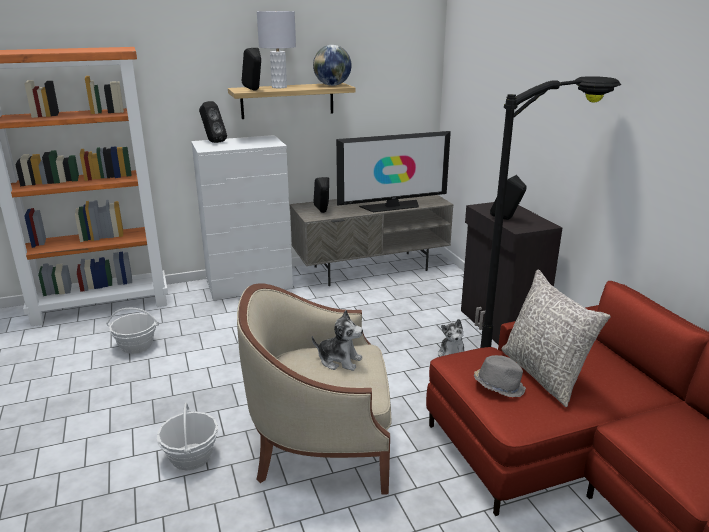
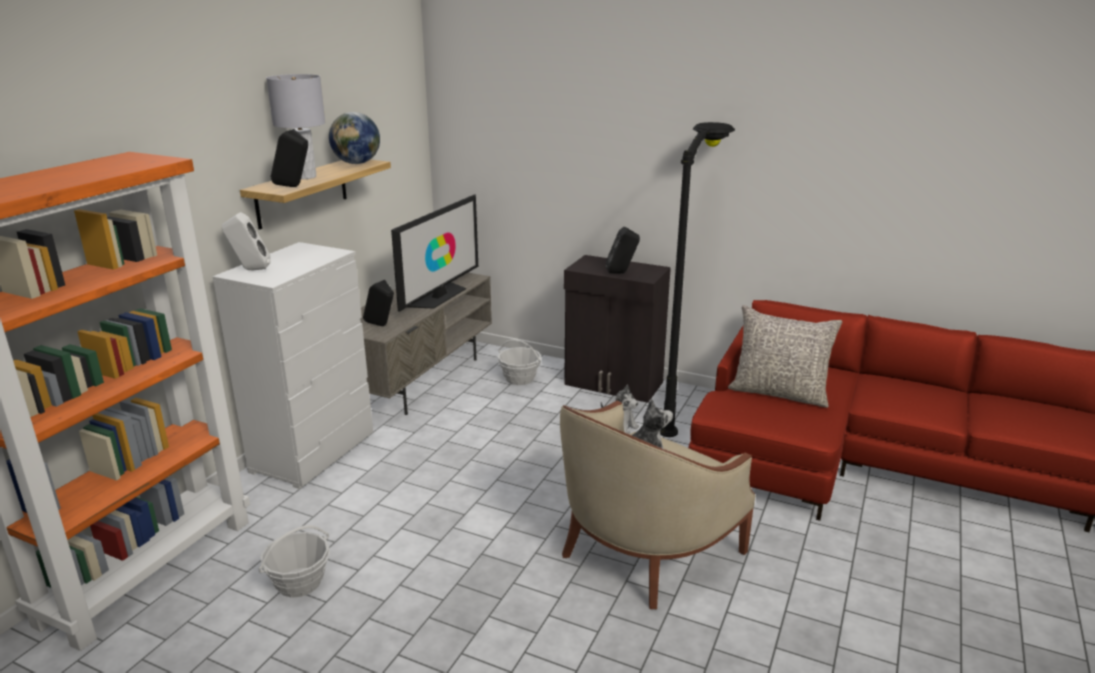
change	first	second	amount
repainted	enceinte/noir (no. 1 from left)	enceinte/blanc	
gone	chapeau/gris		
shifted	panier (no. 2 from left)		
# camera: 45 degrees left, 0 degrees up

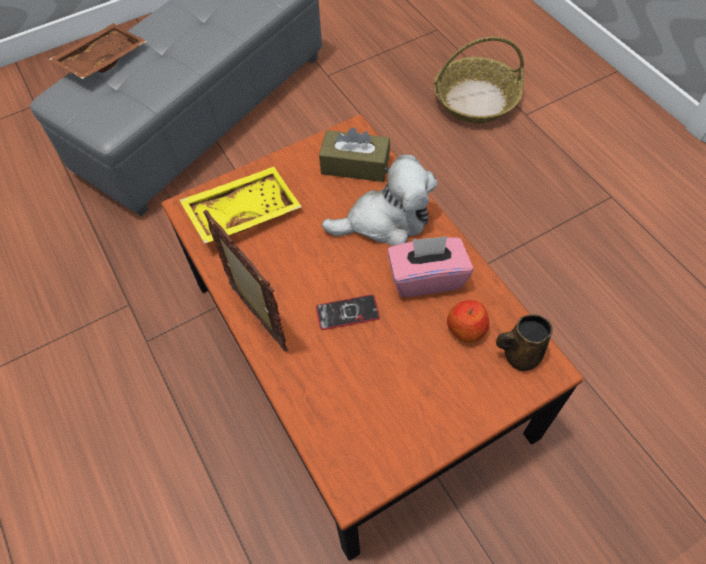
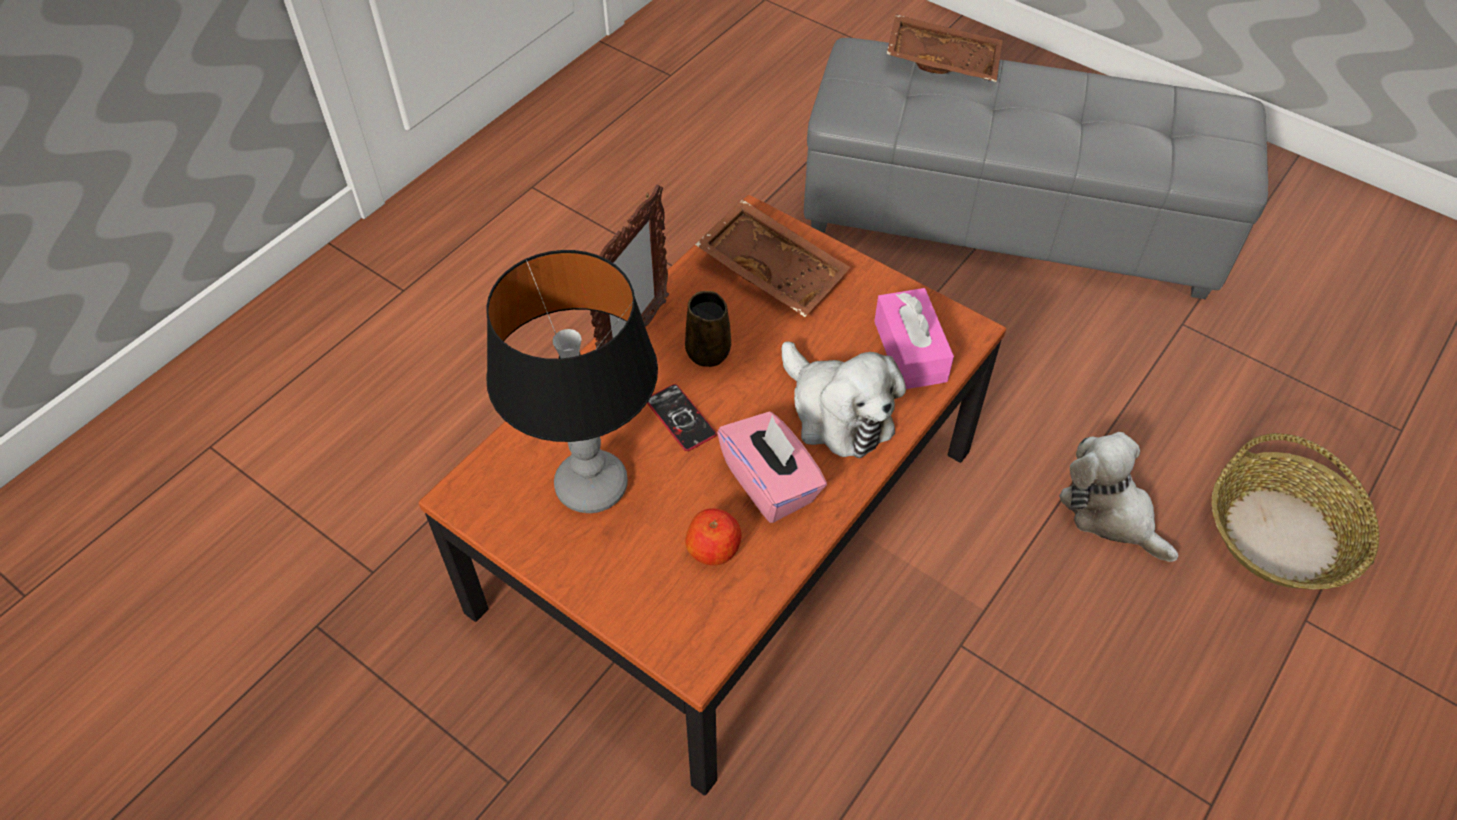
change	first	second	amount
repainted	boîte à mouchoirs/marron	boîte à mouchoirs/rose (no. 2 from left)	
repainted	plateau/jaune	plateau/marron (no. 1 from left)	
shifted	mug/marron		
new		lampe de table	
new		peluche (no. 2 from left)	
# camera: 65 degrees right, 5 degrees down

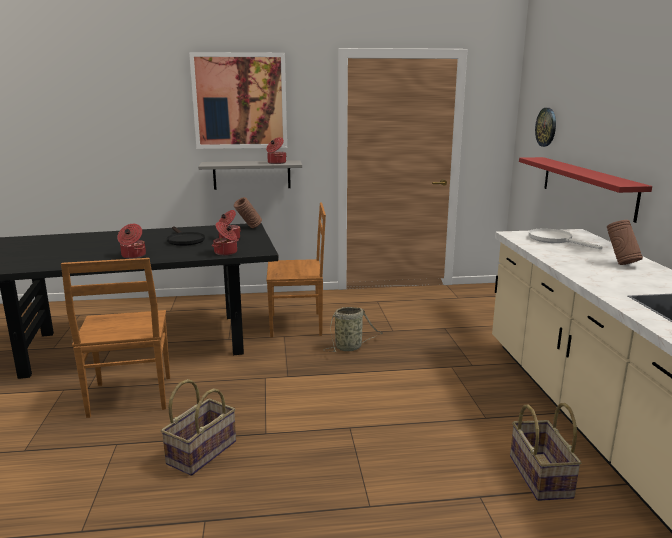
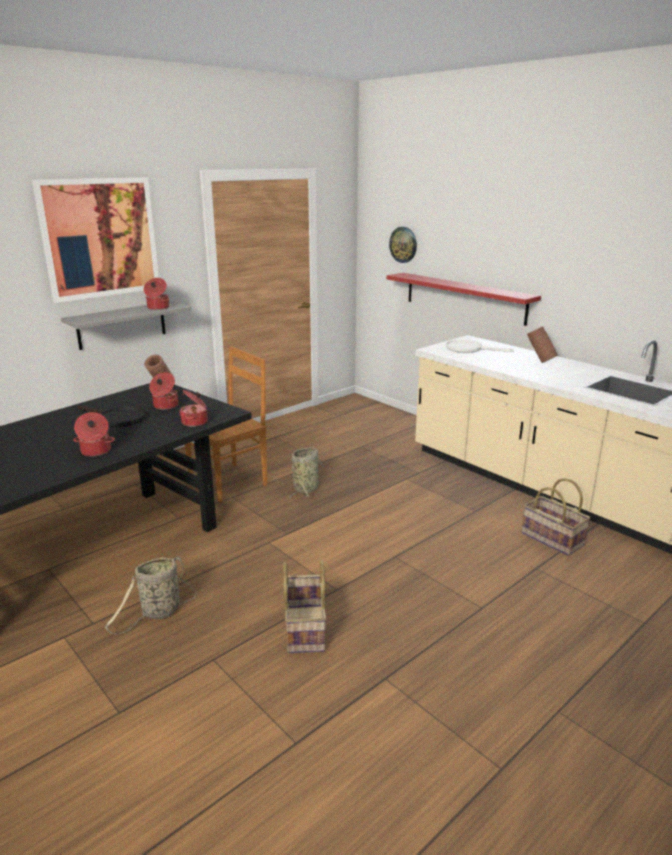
change	first	second	amount
swapped	chaise/marron (no. 1 from left)	panier (no. 1 from left)	
# camera: 35 degrees left, 5 degrees up

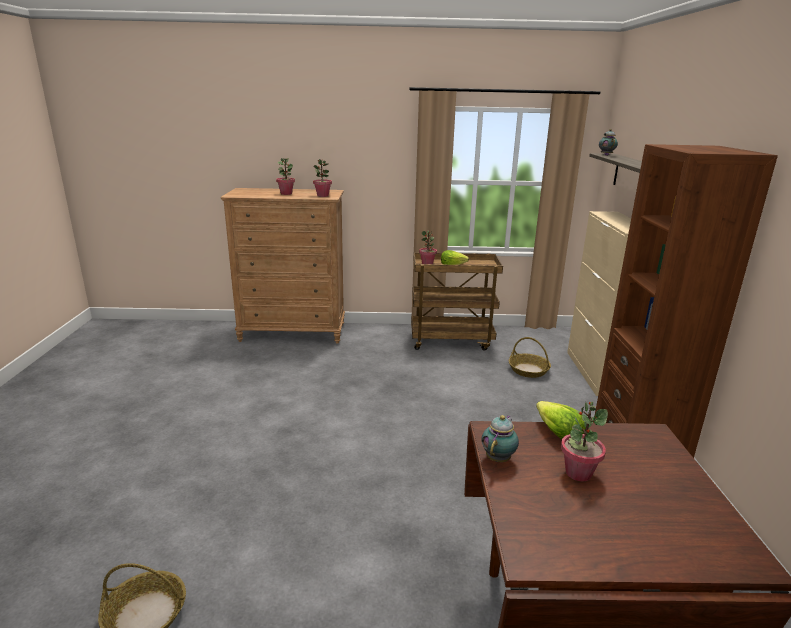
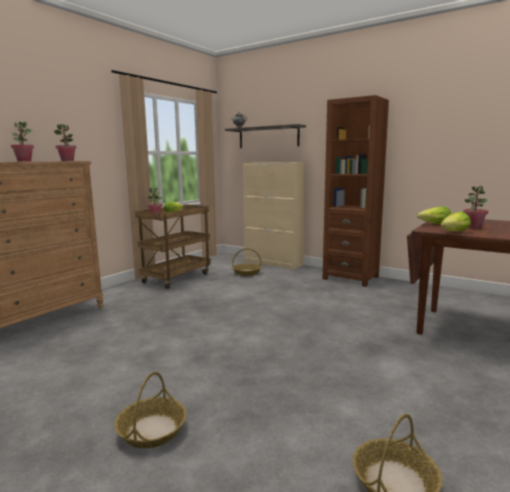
change	first	second	amount
swapped	théière (no. 1 from left)	laitue (no. 3 from left)	
new		panier (no. 1 from left)	
# camera: 55 degrees left, 10 degrees down

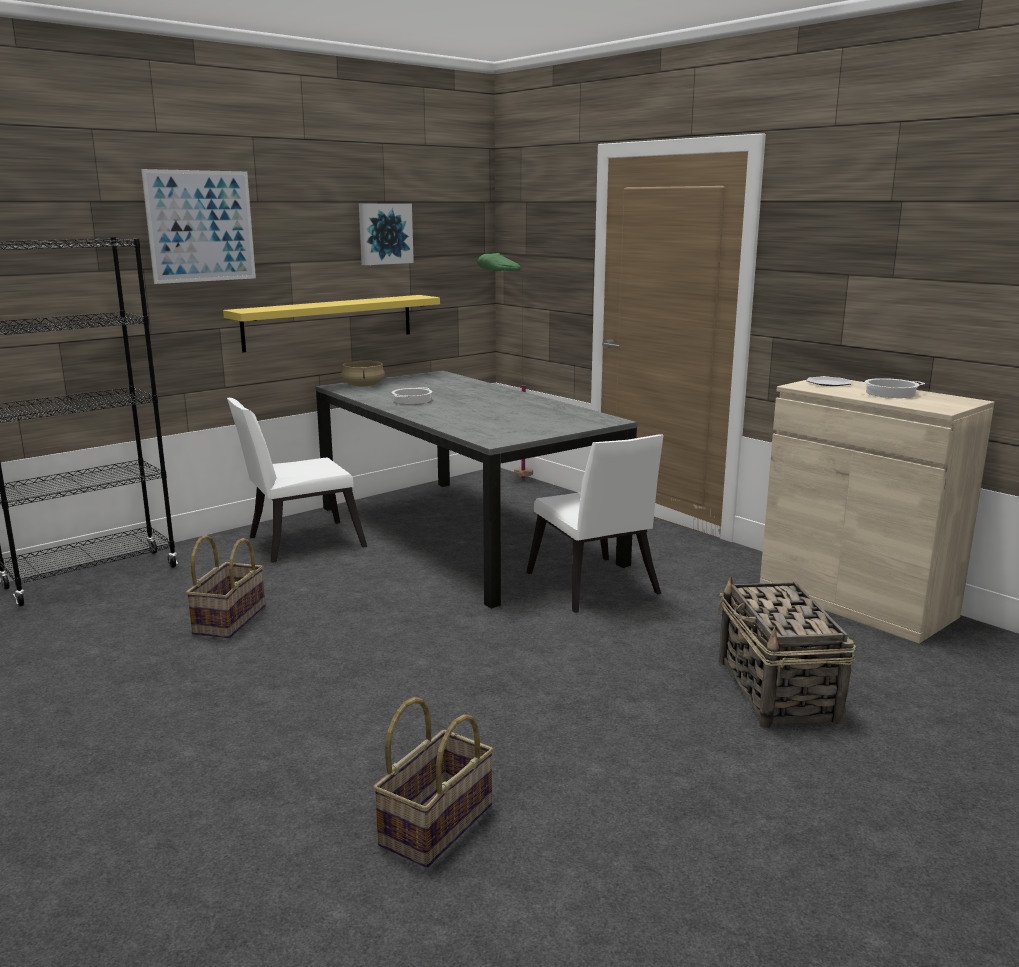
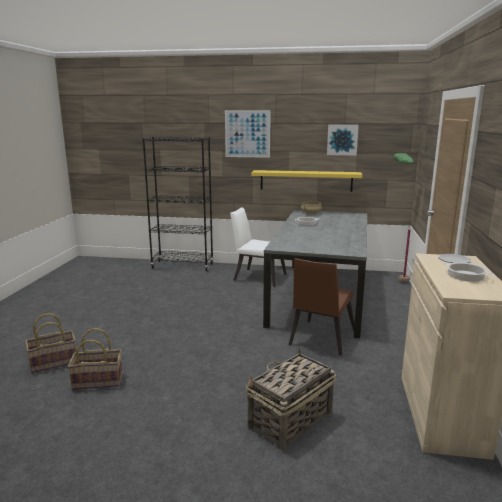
change	first	second	amount
repainted	chaise/blanc (no. 2 from left)	chaise/marron	
shifted	panier (no. 1 from left)		
# camera: 50 degrees right, 0 degrees up

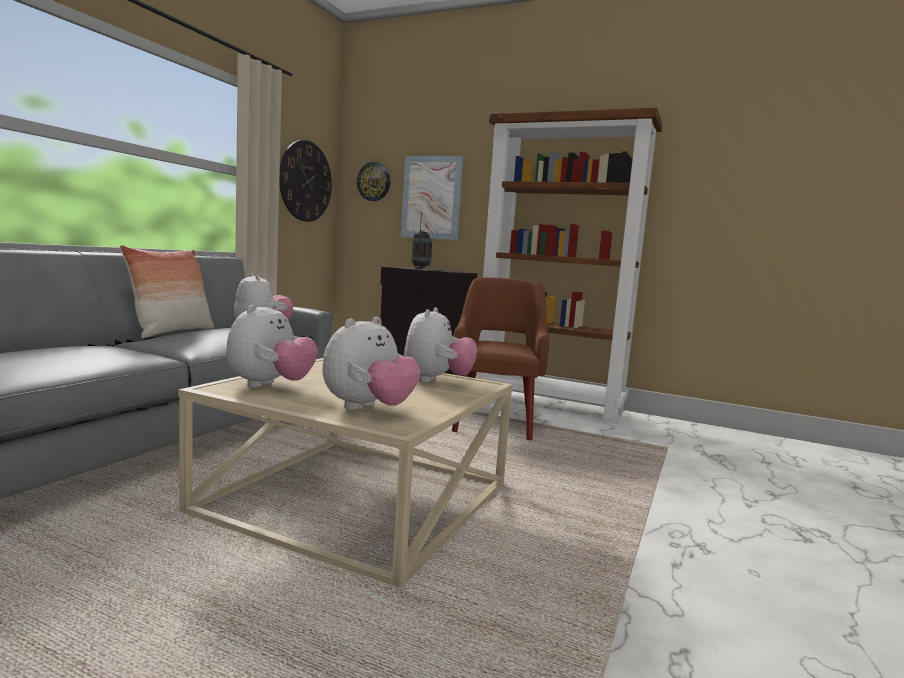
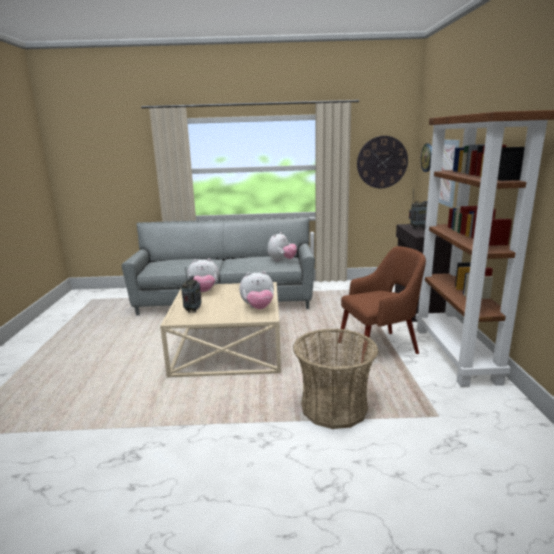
change	first	second	amount
gone	coussin		
swapped	peluche (no. 3 from left)	radio (no. 1 from left)	
new		panier	
# camera: 65 degrees right, 10 degrees up

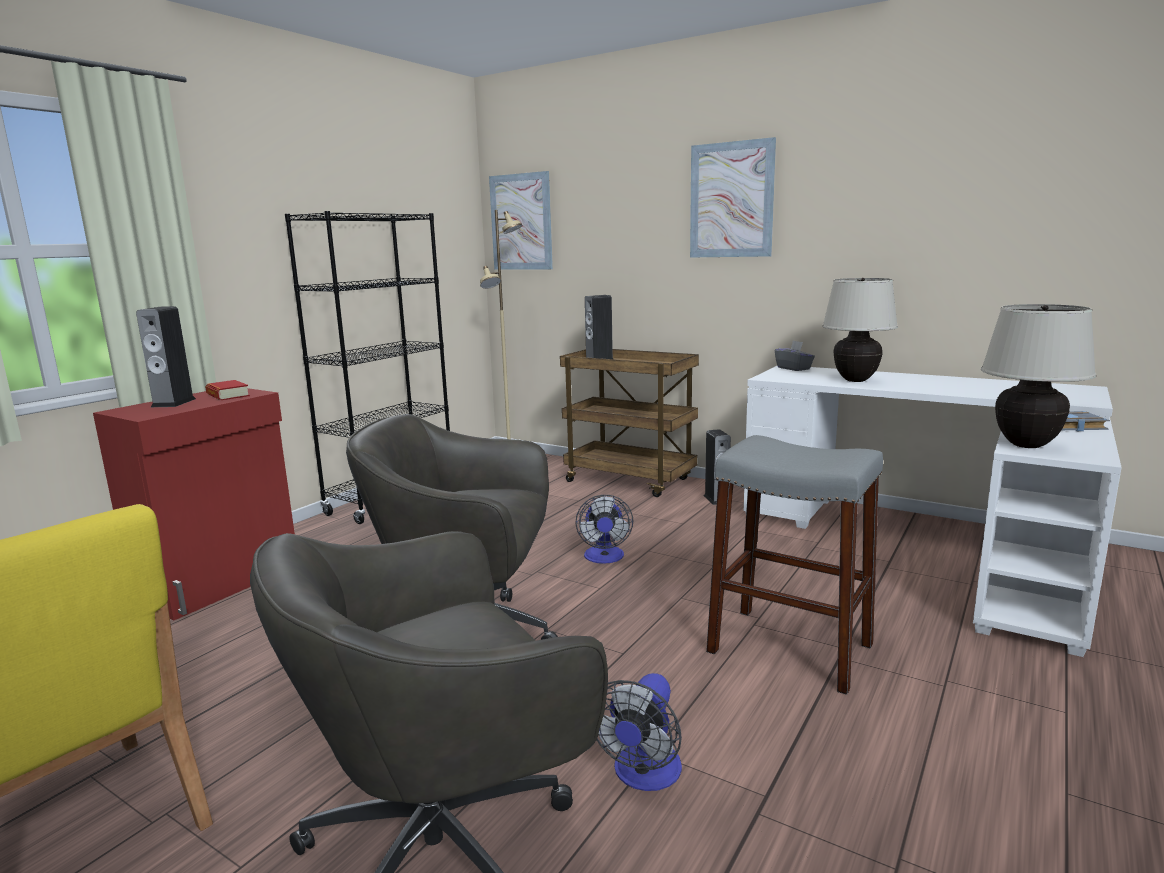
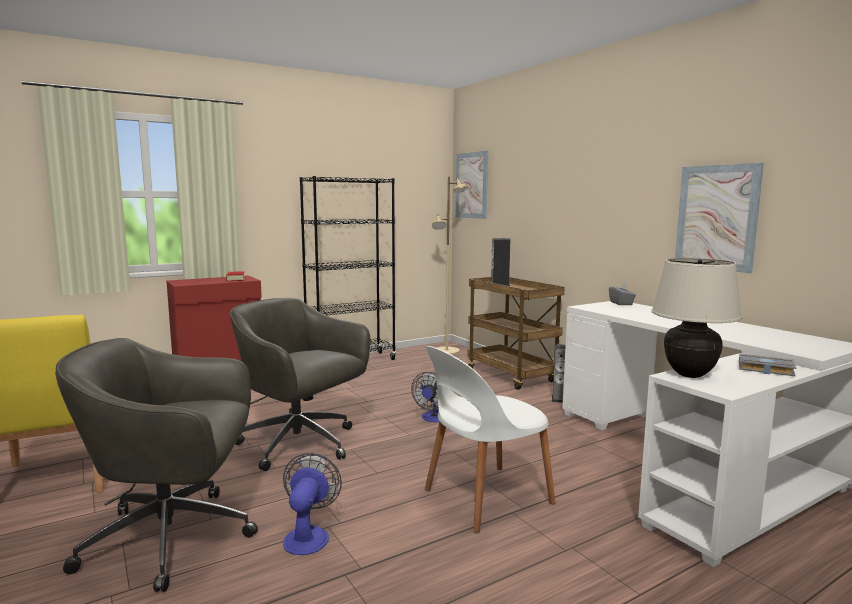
change	first	second	amount
shifted	tableau (no. 2 from left)		
gone	lampe de table/beige (no. 1 from left)		
gone	enceinte (no. 1 from left)		
swapped	tabouret/gris	chaise/blanc	
rotated	ventilateur (no. 2 from left in the first image)	ventilateur (no. 1 from left)	135 degrees clockwise
# camera: 25 degrees right, 5 degrees down

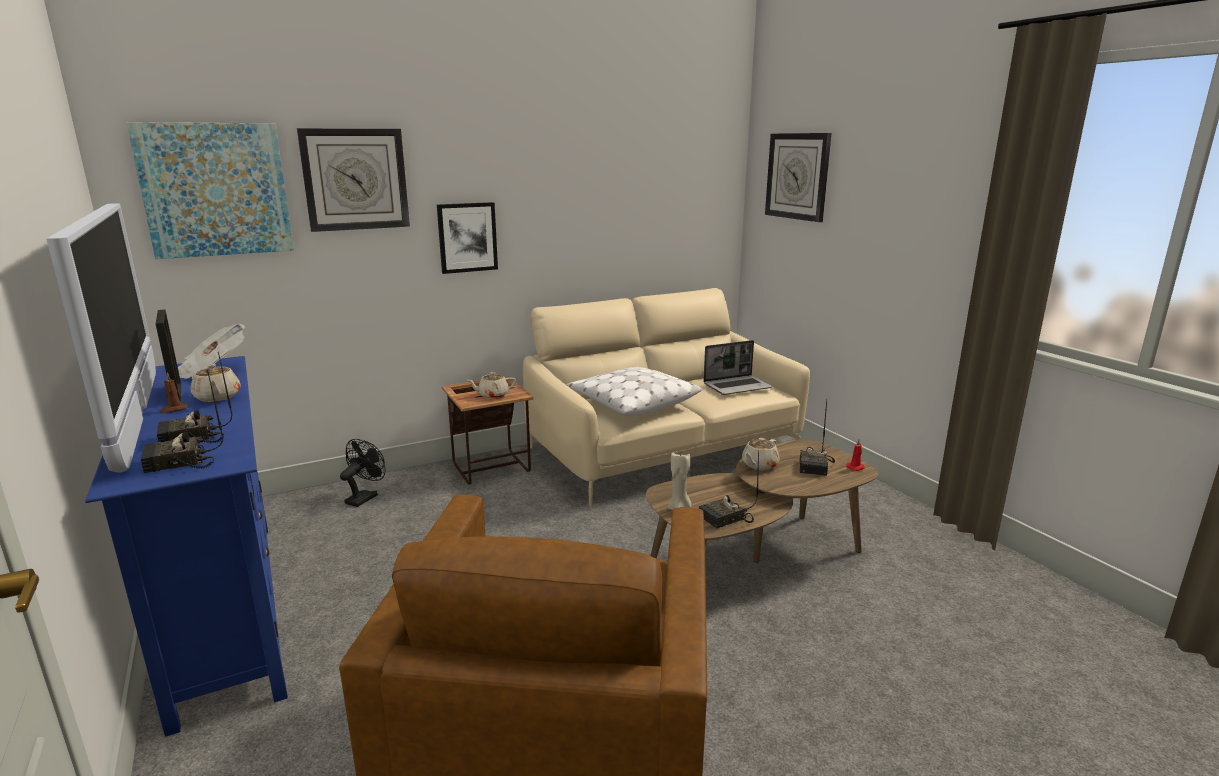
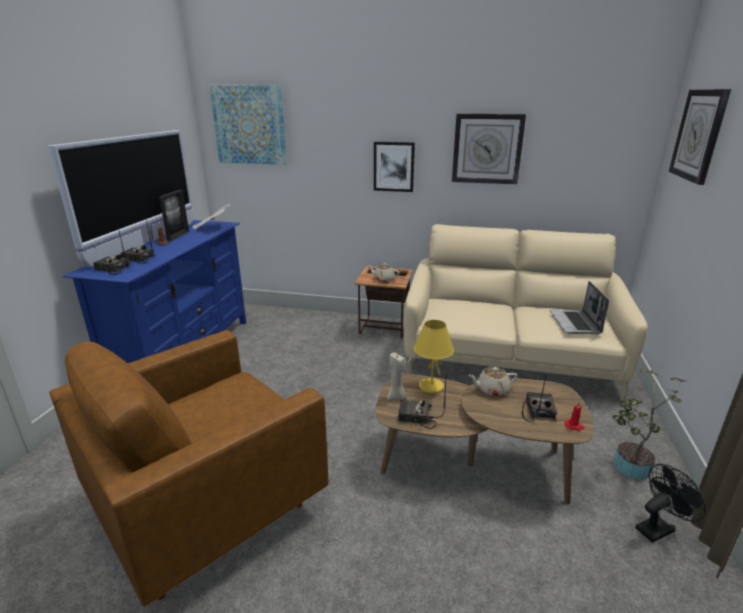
change	first	second	amount
shifted	horloge murale (no. 1 from left)		
rotated	ordinateur portable		75 degrees clockwise
gone	théière/beige (no. 1 from left)		
gone	coussin/blanc		
rotated	radio (no. 4 from left)		135 degrees clockwise
shifted	ventilateur/noir		
new		lampe de table/jaune	
new		plante en pot	
# camera: 40 degrees right, 5 degrees up

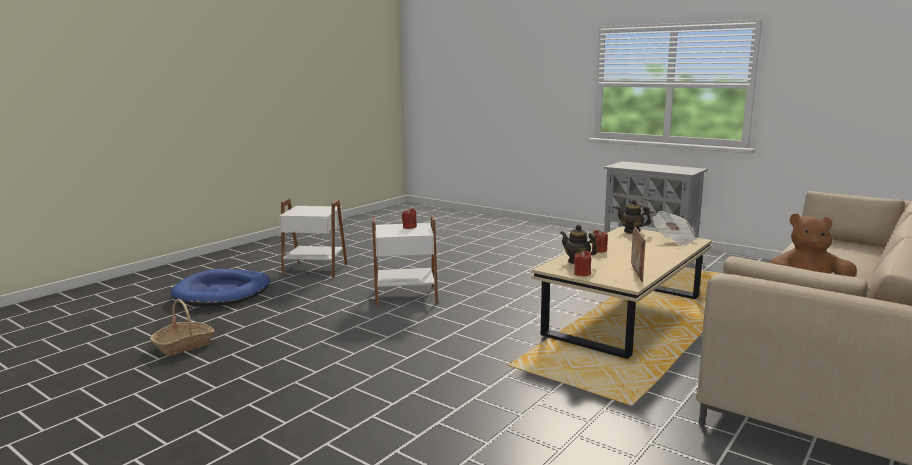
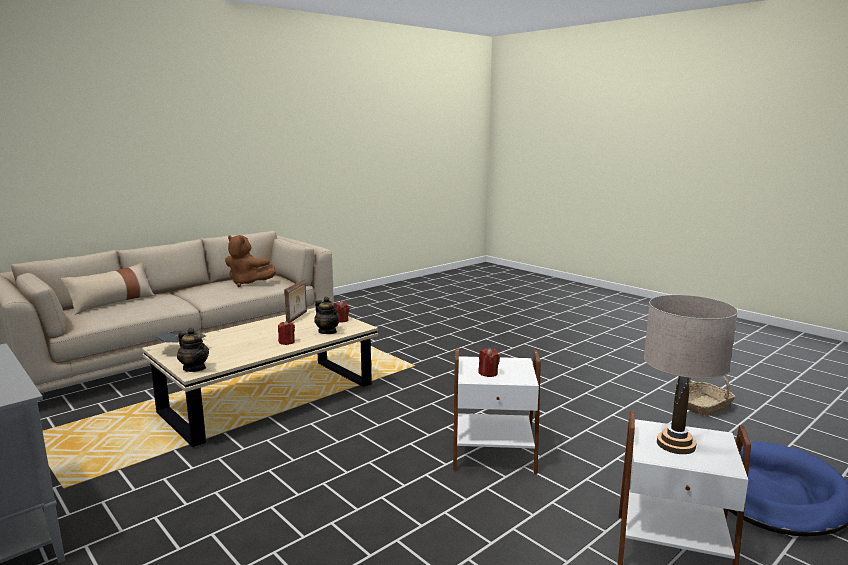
change	first	second	amount
new		coussin/beige	
new		lampe de table/beige	
# camera: 170 degrees left, 0 degrees up

